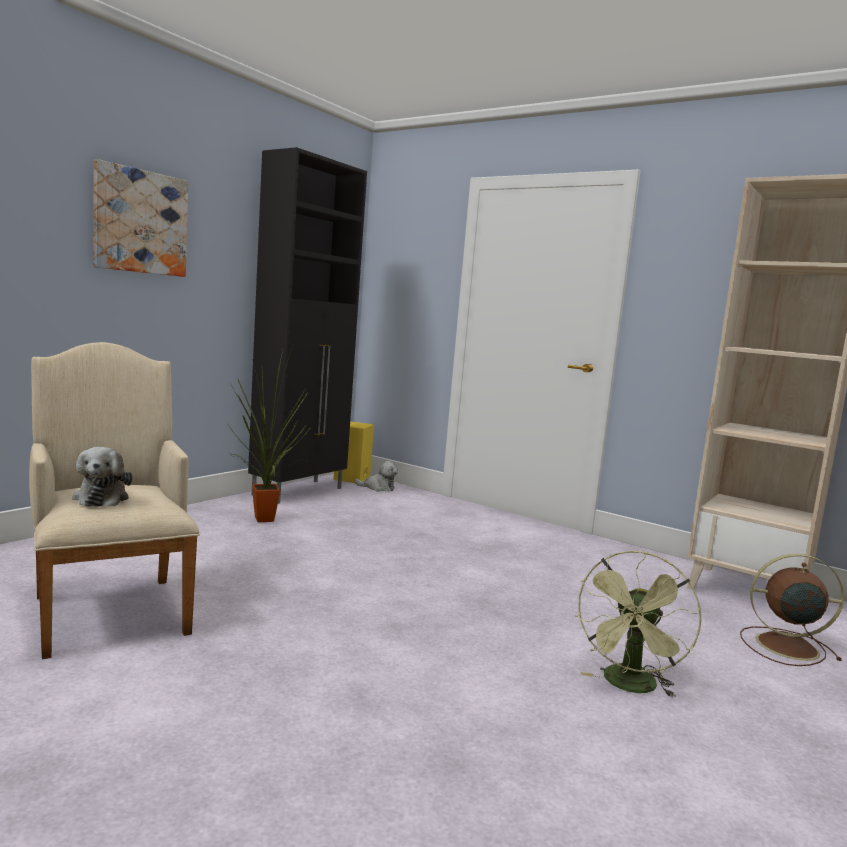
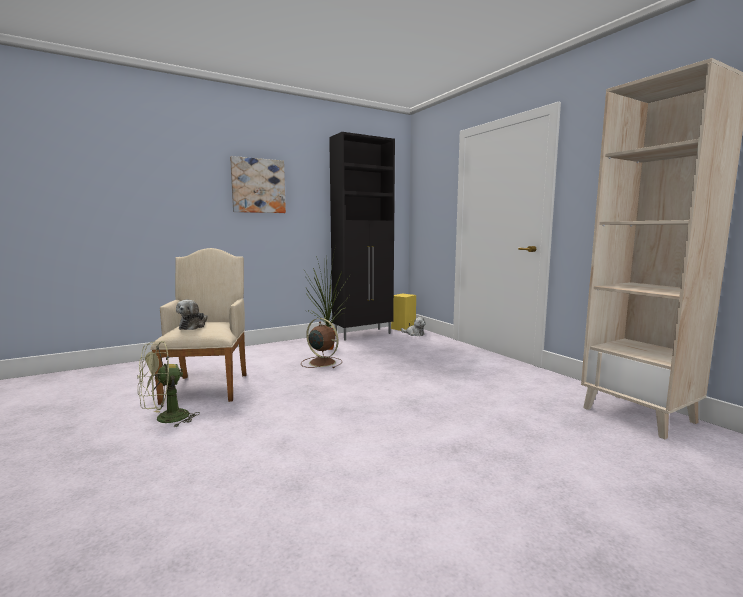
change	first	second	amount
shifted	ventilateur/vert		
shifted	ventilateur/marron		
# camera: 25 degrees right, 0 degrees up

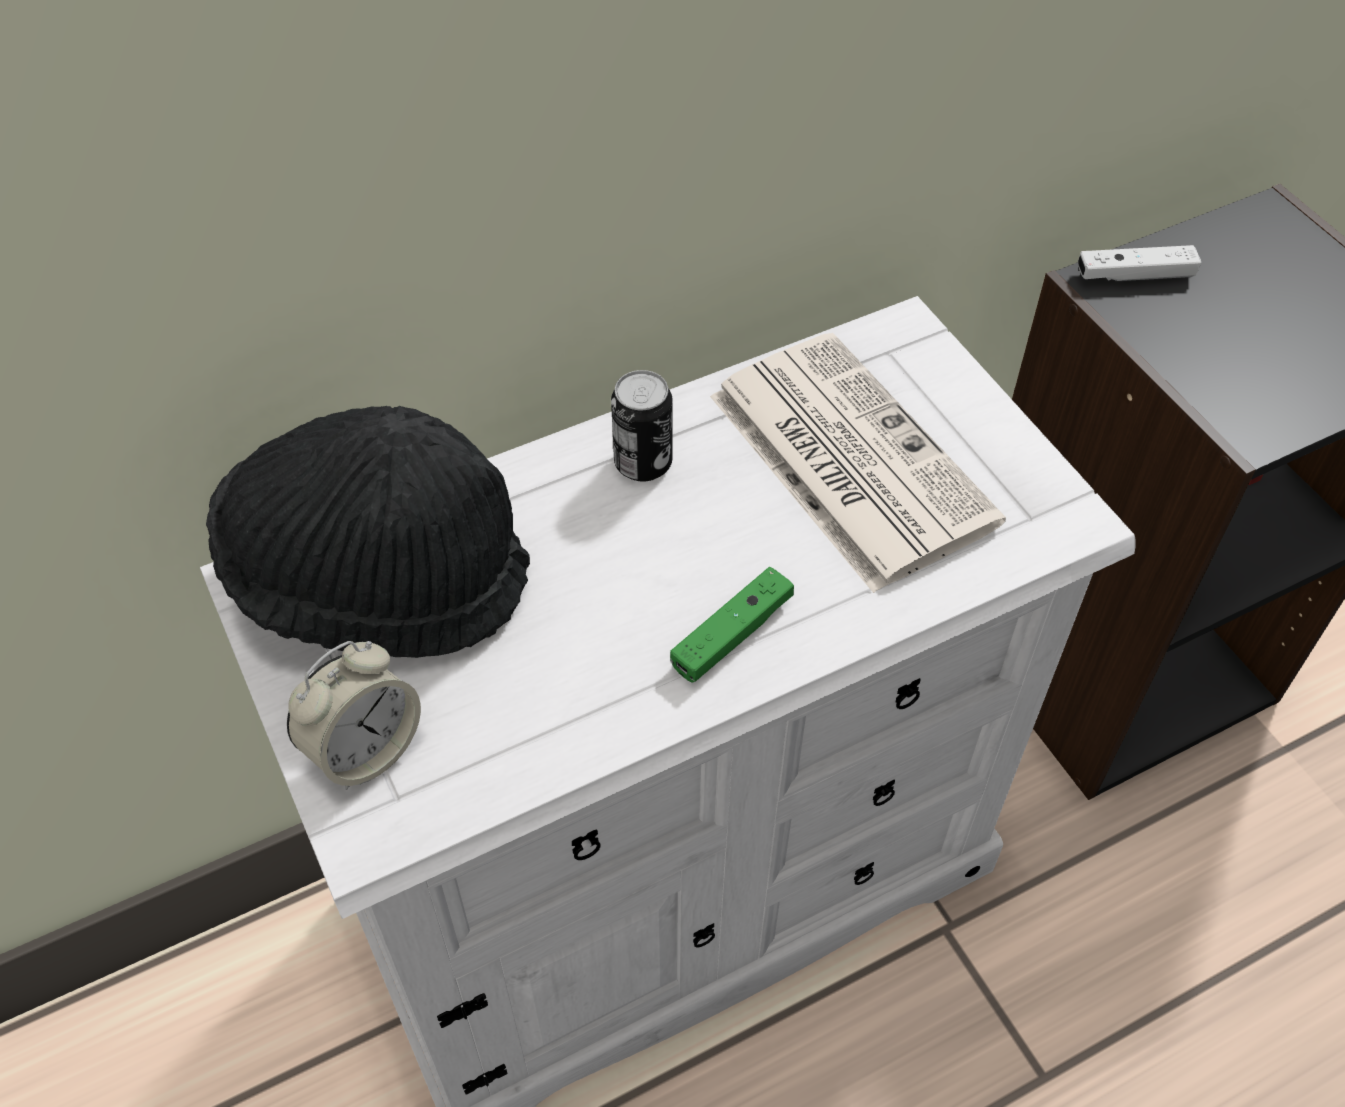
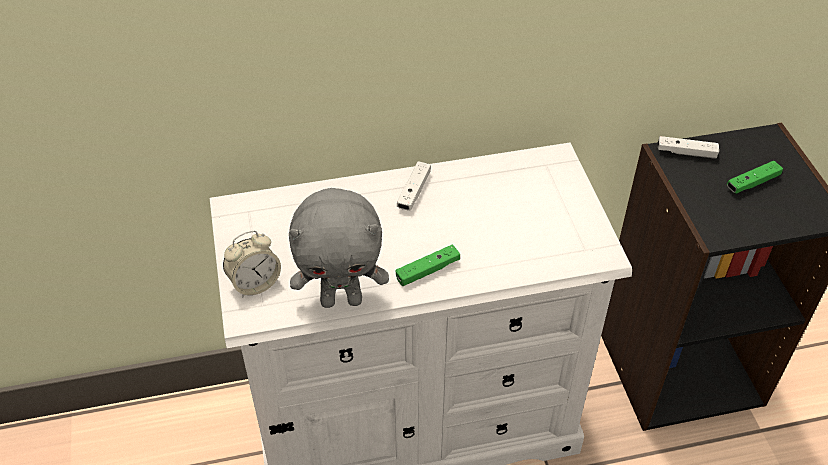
change	first	second	amount
gone	journal		
swapped	boîte métallique	manette/blanc (no. 1 from left)	
gone	chapeau/noir		
new		manette/vert (no. 2 from left)	
new		peluche/gris	
# camera: 15 degrees right, 5 degrees down

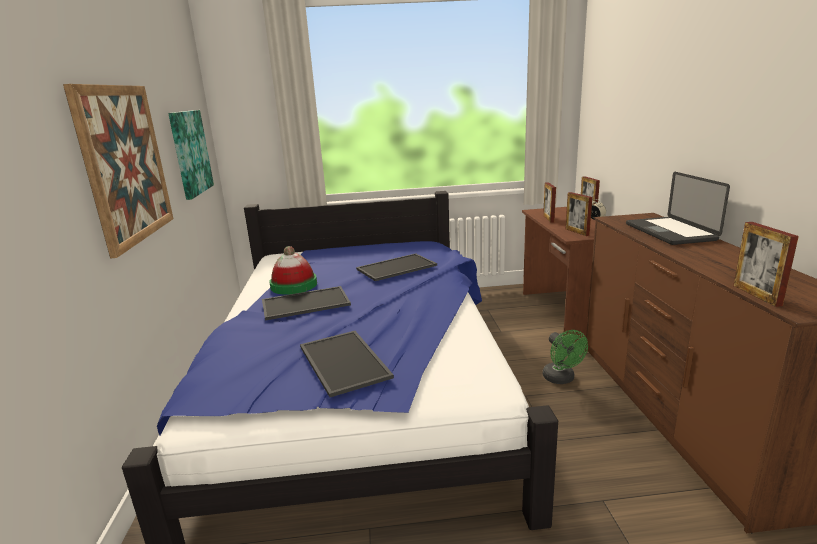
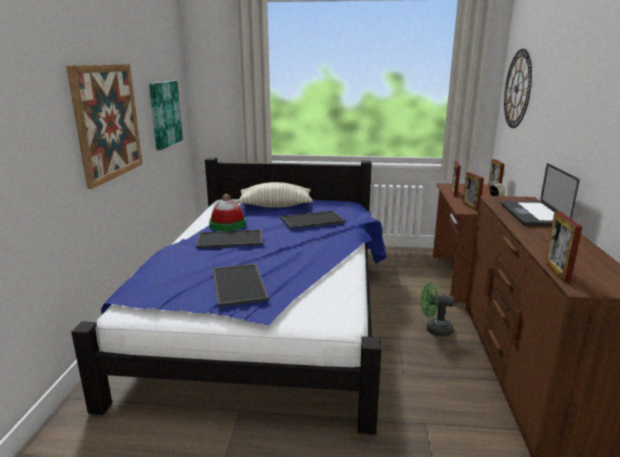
change	first	second	amount
rotated	ventilateur/vert		105 degrees clockwise
new		horloge murale	
new		coussin	
# camera: 10 degrees right, 0 degrees up

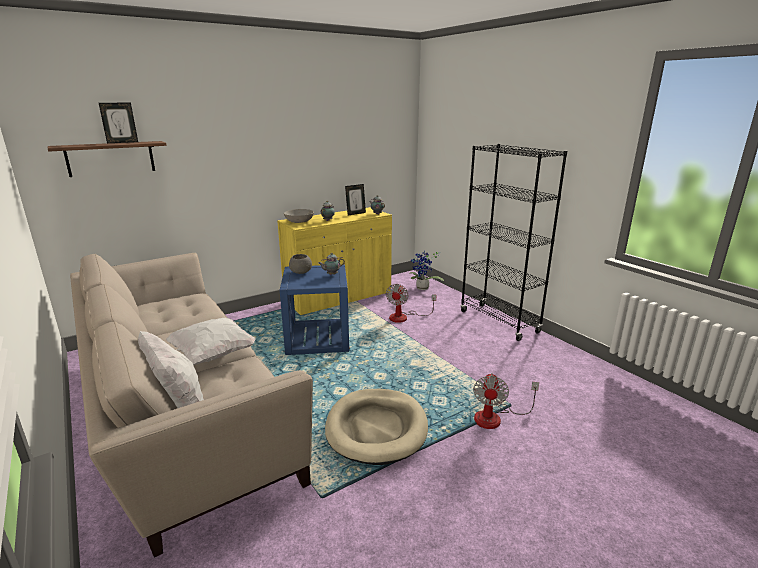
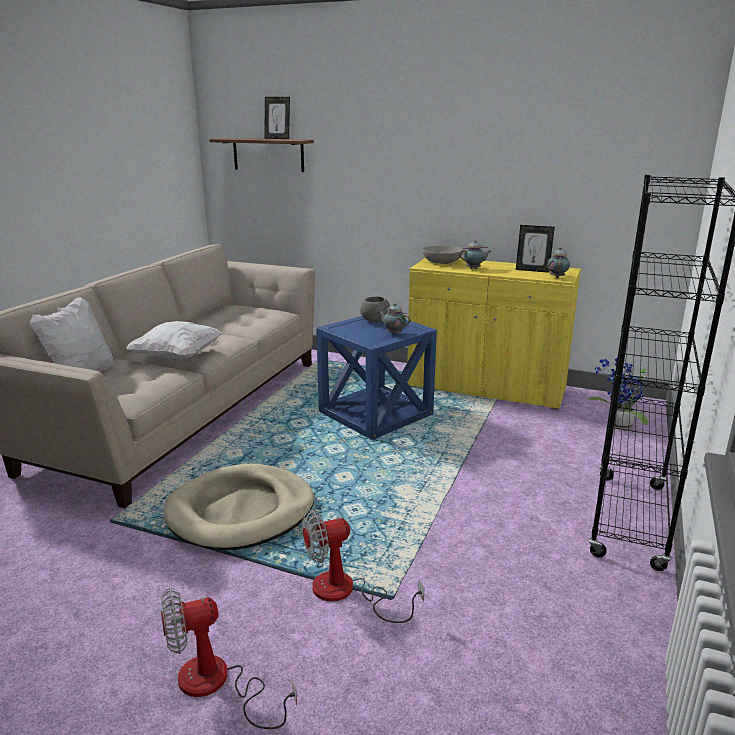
change	first	second	amount
shifted	ventilateur (no. 1 from left)		
# camera: 55 degrees right, 0 degrees up

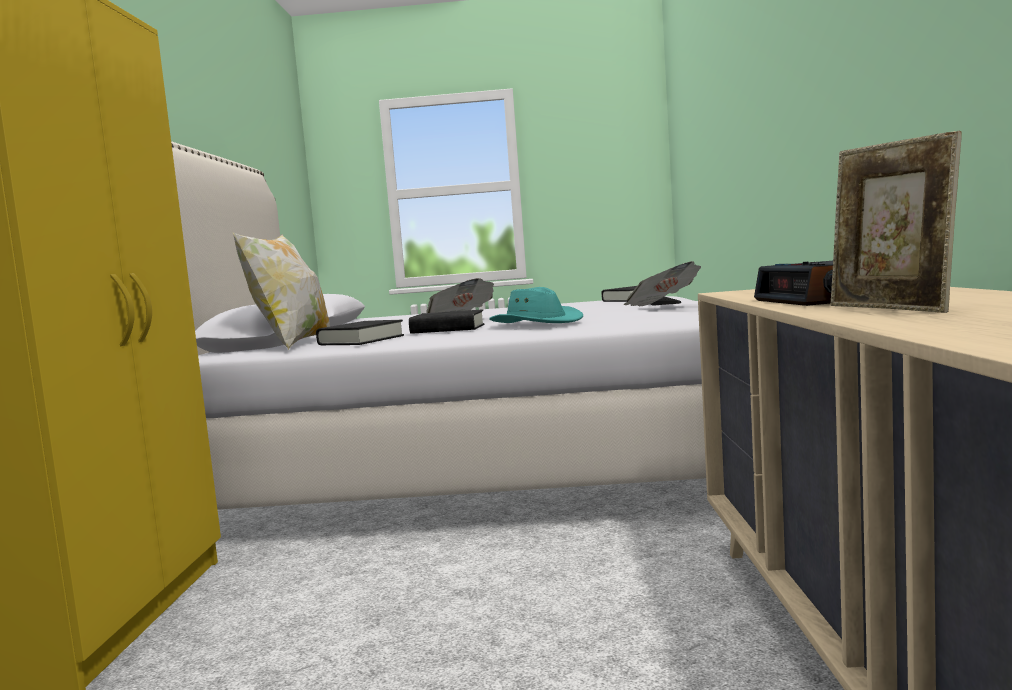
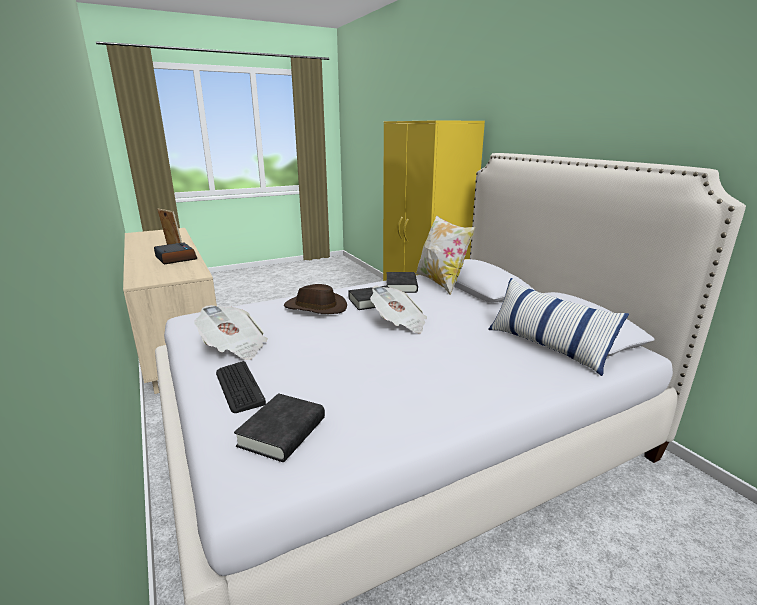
change	first	second	amount
repainted	chapeau/turquoise	chapeau/marron	
new		coussin (no. 2 from left)	
# camera: 150 degrees right, 15 degrees up

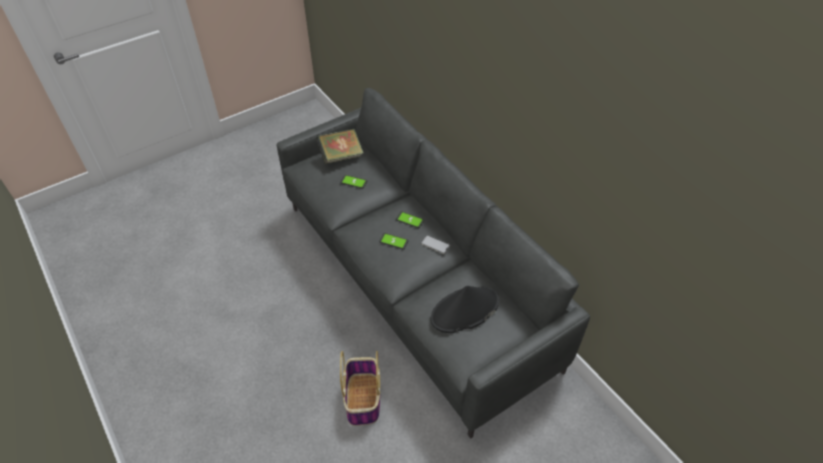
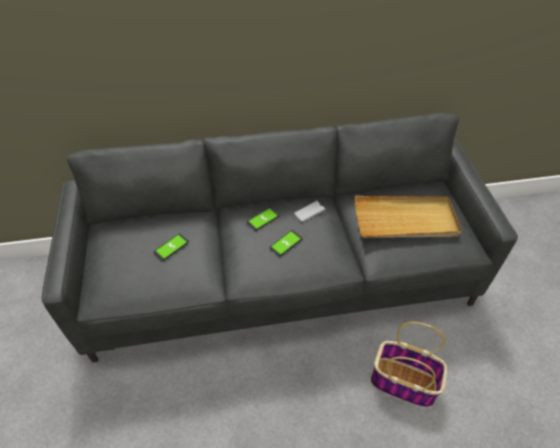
change	first	second	amount
gone	livre		
swapped	chapeau/noir	plateau/beige	
# camera: 65 degrees left, 0 degrees up

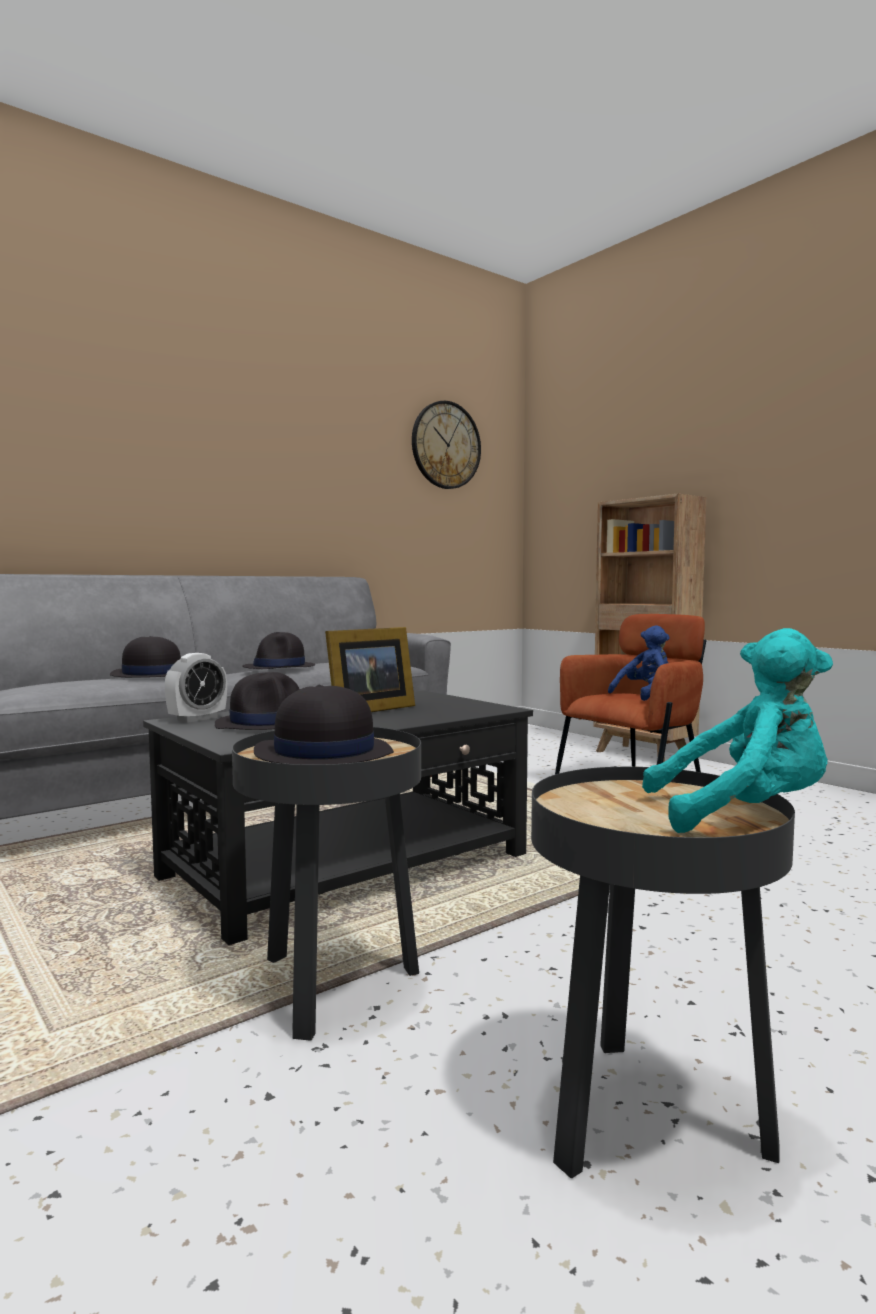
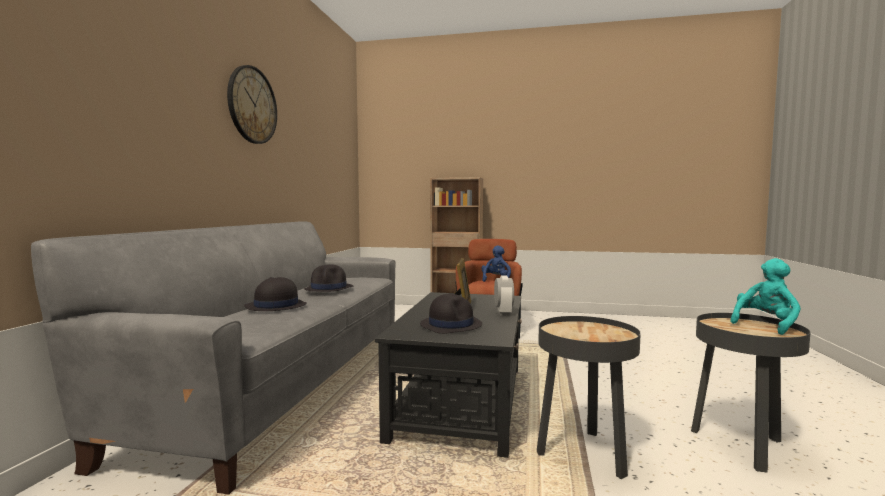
change	first	second	amount
shifted	horloge murale		
shifted	réveil		
gone	chapeau/noir (no. 4 from left)		
# camera: 40 degrees left, 0 degrees up

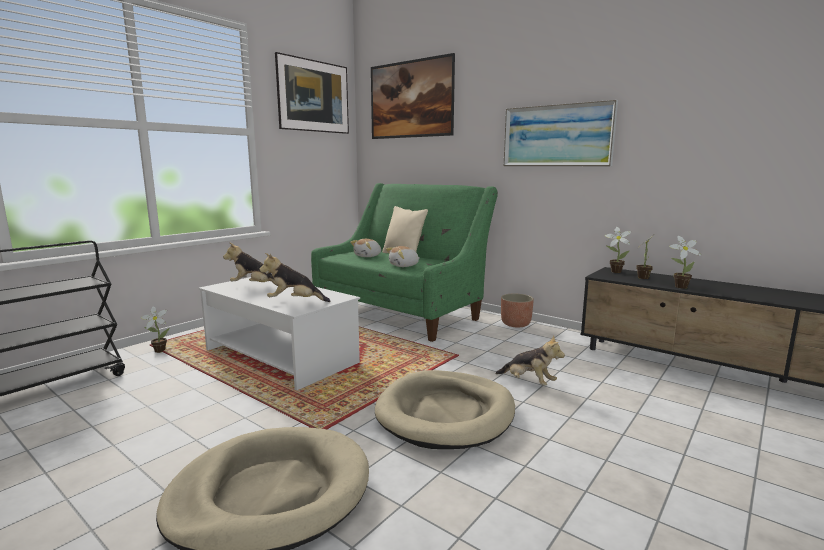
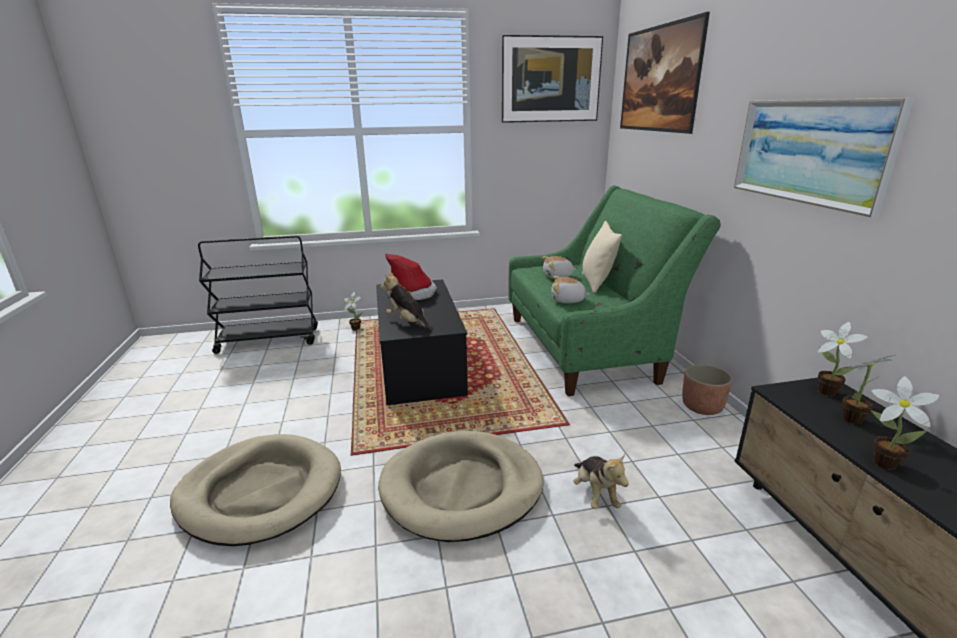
change	first	second	amount
swapped	peluche (no. 1 from left)	chapeau	
repainted	table basse/blanc	table basse/noir	
# camera: 40 degrees right, 10 degrees up

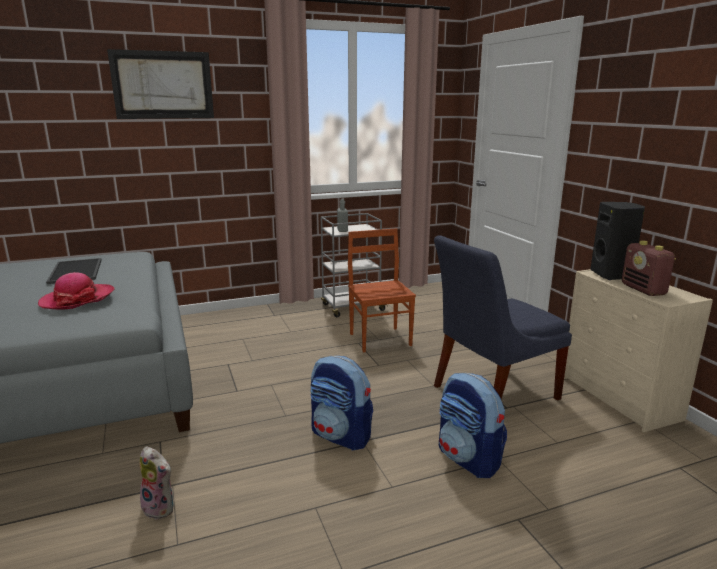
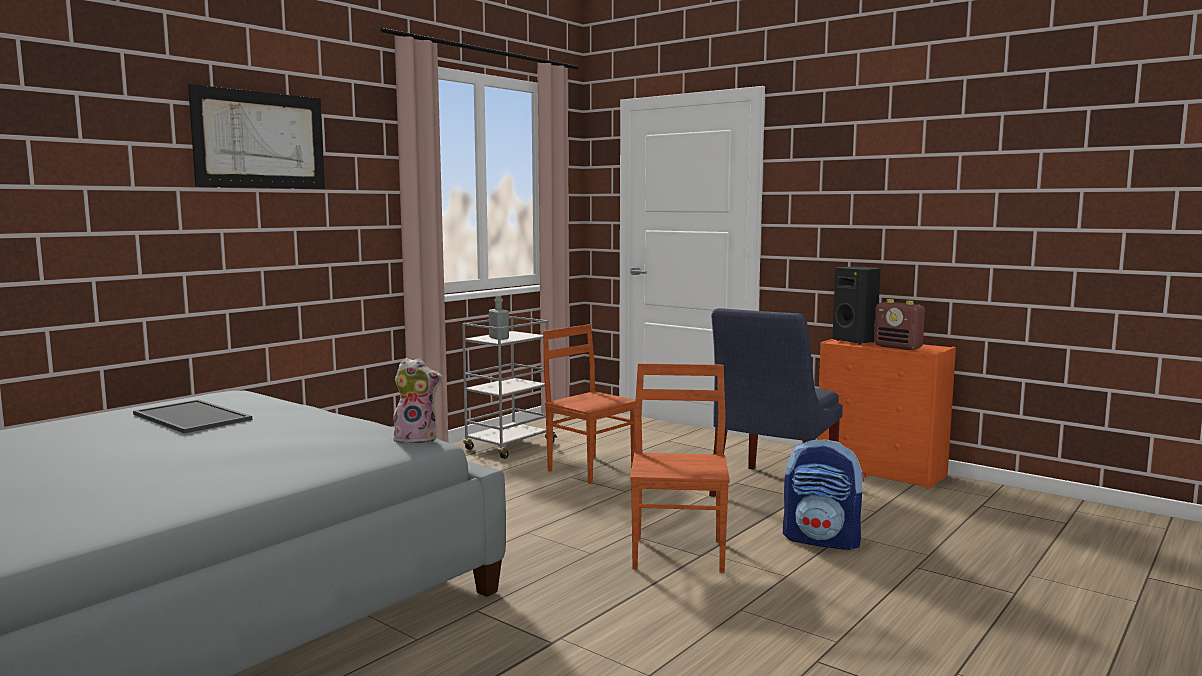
change	first	second	amount
repainted	commode/beige	commode/orange	
gone	chapeau		
swapped	sac à dos (no. 1 from left)	chaise/marron (no. 2 from left)	
shifted	peluche		
# camera: 30 degrees left, 10 degrees down

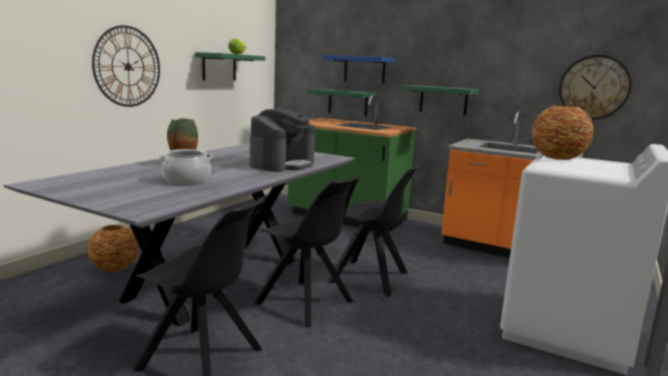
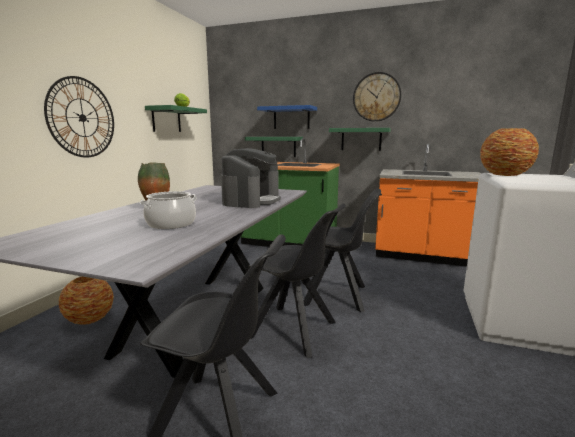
change	first	second	amount
shifted	horloge murale (no. 2 from left)		
# camera: 10 degrees left, 0 degrees up

